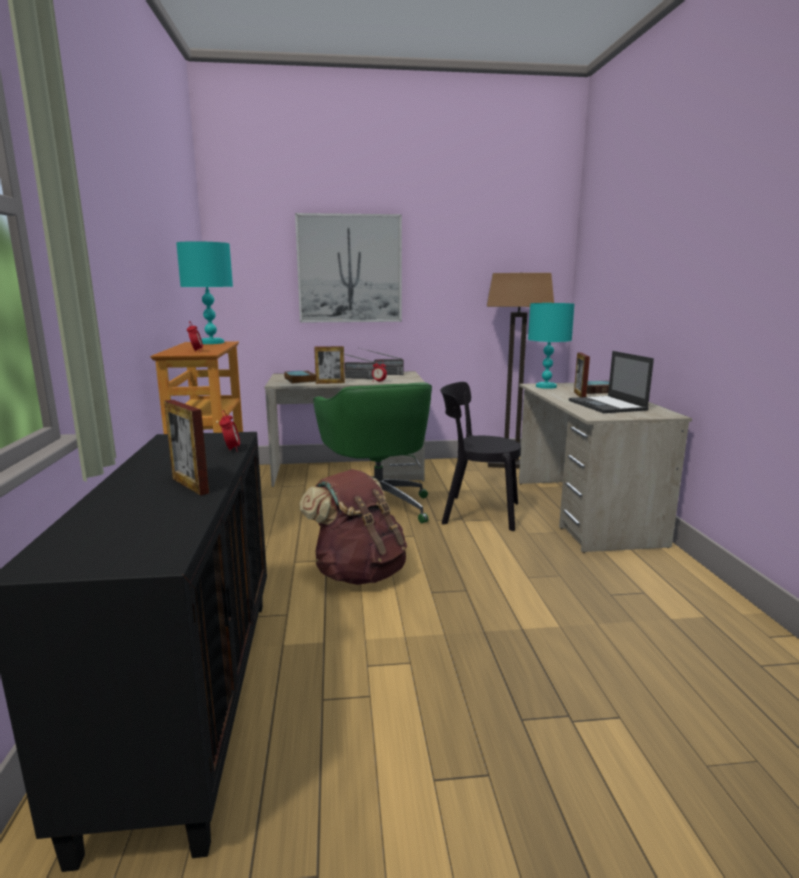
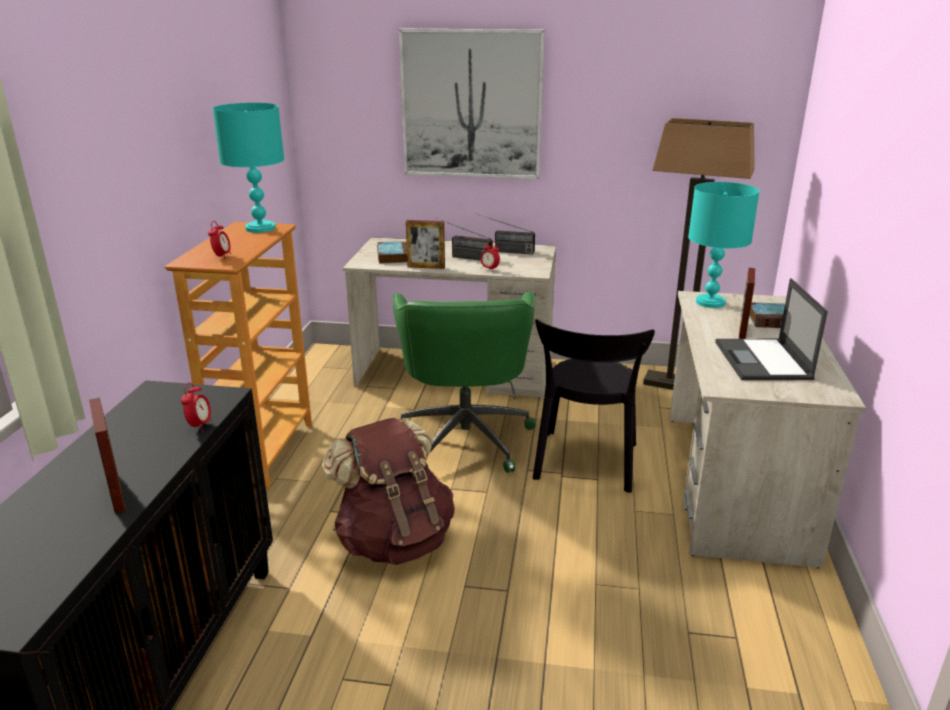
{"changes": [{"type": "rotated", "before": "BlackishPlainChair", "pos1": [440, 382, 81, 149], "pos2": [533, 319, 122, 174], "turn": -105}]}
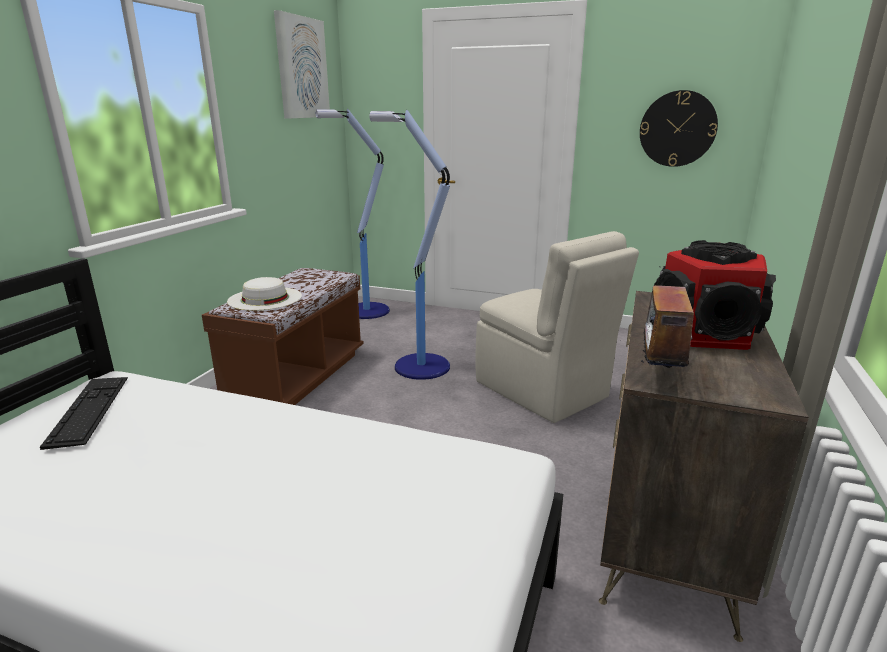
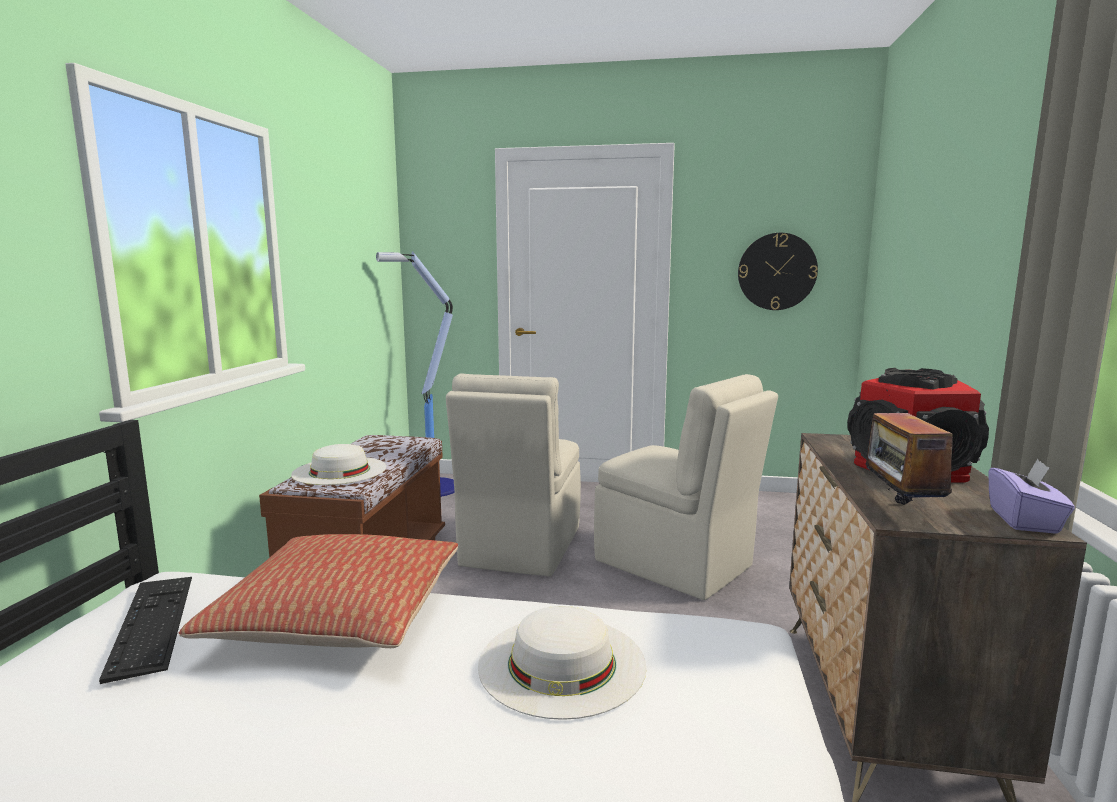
{"changes": [{"type": "new", "after": "Pillow", "pos2": [179, 534, 279, 114]}, {"type": "swapped", "before": "FloorLamp", "after": "SandColouredPlainChair", "pos1": [369, 110, 81, 270], "pos2": [446, 373, 135, 203]}, {"type": "new", "after": "WhiteClothingHat", "pos2": [478, 606, 168, 114]}, {"type": "new", "after": "PurpleBoxOfTissues", "pos2": [989, 459, 86, 75]}, {"type": "gone", "before": "WallArt", "pos1": [274, 10, 56, 109]}]}
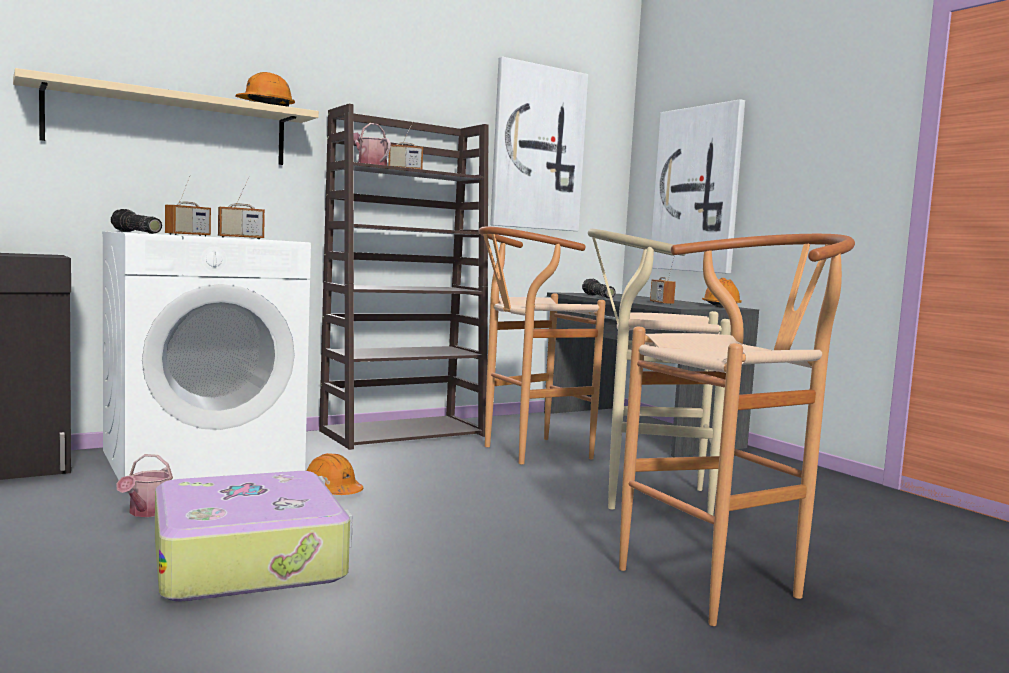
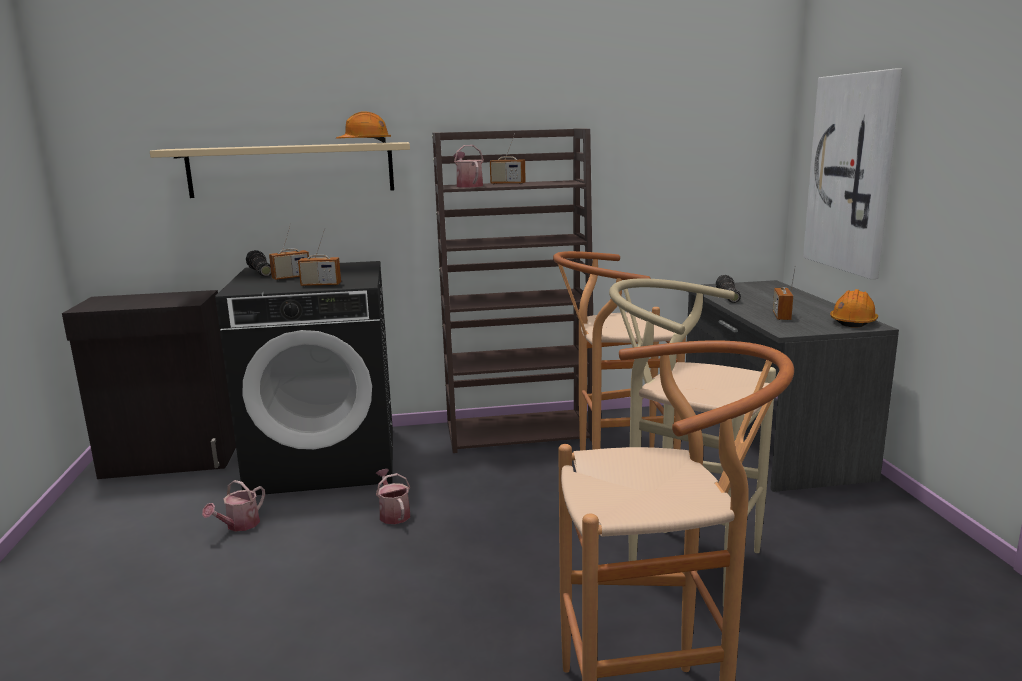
{"changes": [{"type": "repainted", "before": "WhiteLaundryAppliance", "after": "BlackishLaundryAppliance", "pos1": [102, 231, 209, 249], "pos2": [215, 261, 178, 234]}, {"type": "swapped", "before": "OrangeySafetyHelmet", "after": "WateringPot", "pos1": [307, 453, 56, 42], "pos2": [376, 469, 34, 55]}, {"type": "gone", "before": "Suitcase", "pos1": [155, 471, 197, 131]}, {"type": "gone", "before": "WallArt", "pos1": [490, 57, 98, 174]}]}
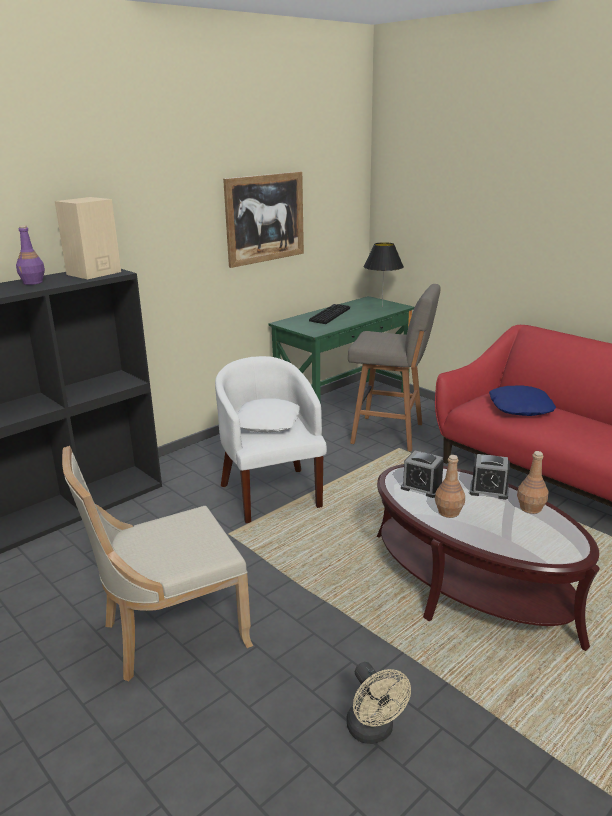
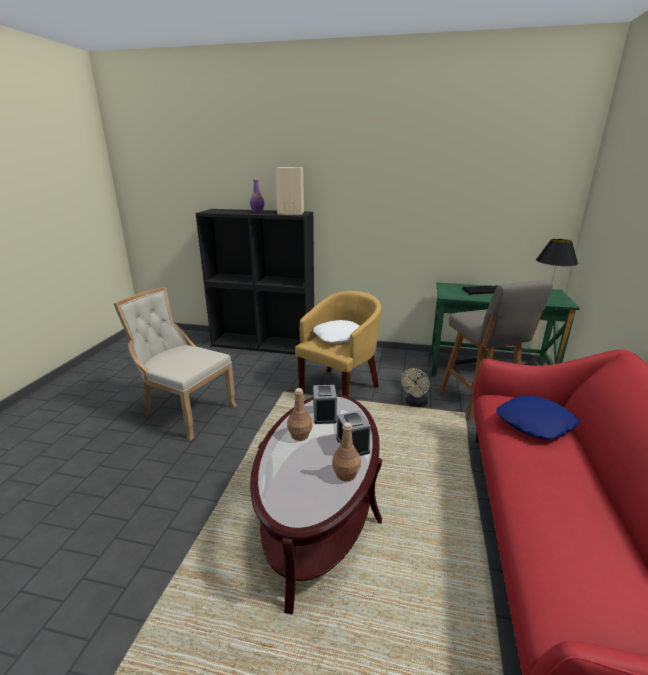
{"changes": [{"type": "repainted", "before": "WhiteEasyChair", "after": "YellowishEasyChair", "pos1": [215, 356, 112, 167], "pos2": [295, 291, 87, 106]}, {"type": "shifted", "before": "SandColouredElectricFan", "pos1": [346, 662, 65, 82], "pos2": [401, 368, 29, 39]}, {"type": "gone", "before": "WallArt", "pos1": [223, 172, 81, 96]}]}
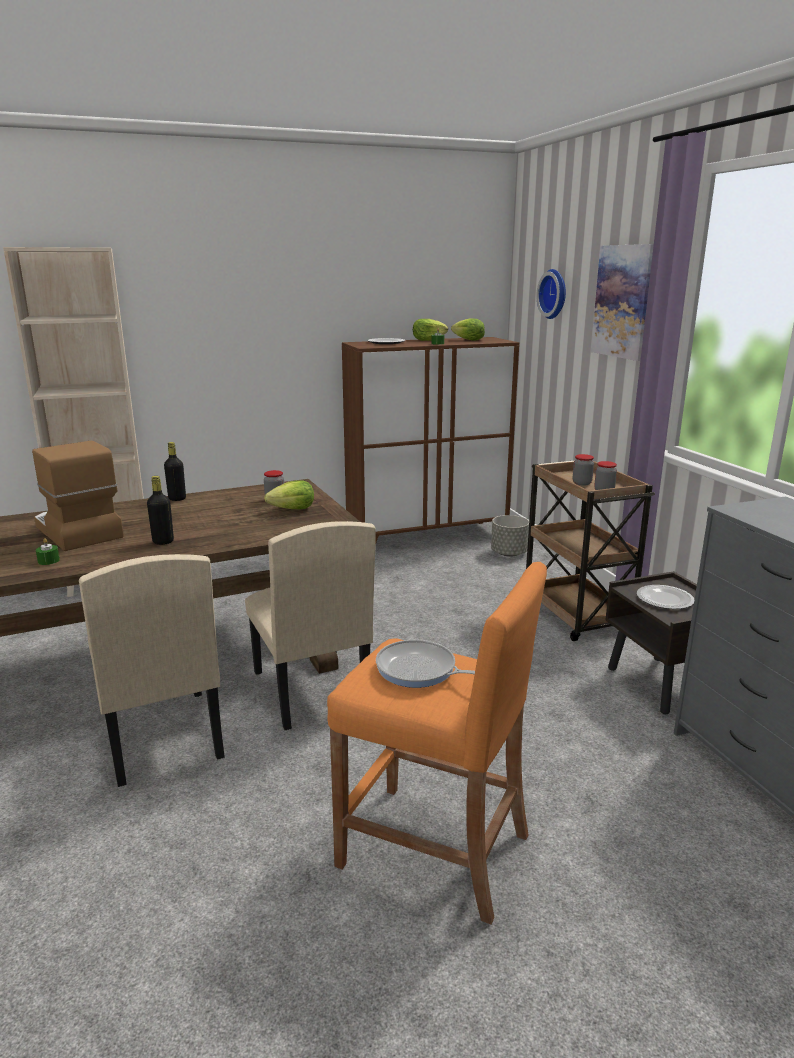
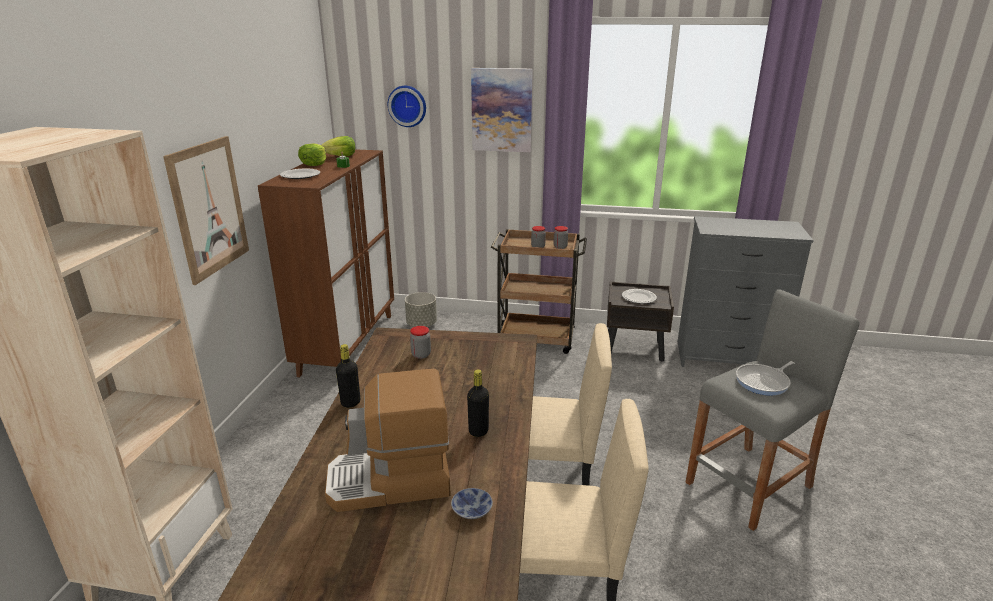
{"changes": [{"type": "new", "after": "WallArt", "pos2": [163, 136, 86, 149]}, {"type": "swapped", "before": "GreenishWaxLight", "after": "DeepDish", "pos1": [36, 538, 24, 27], "pos2": [451, 488, 42, 31]}, {"type": "repainted", "before": "OrangeySittingStool", "after": "GreySittingStool", "pos1": [327, 562, 220, 363], "pos2": [685, 289, 175, 242]}, {"type": "gone", "before": "LettuceHead", "pos1": [264, 480, 50, 29]}]}
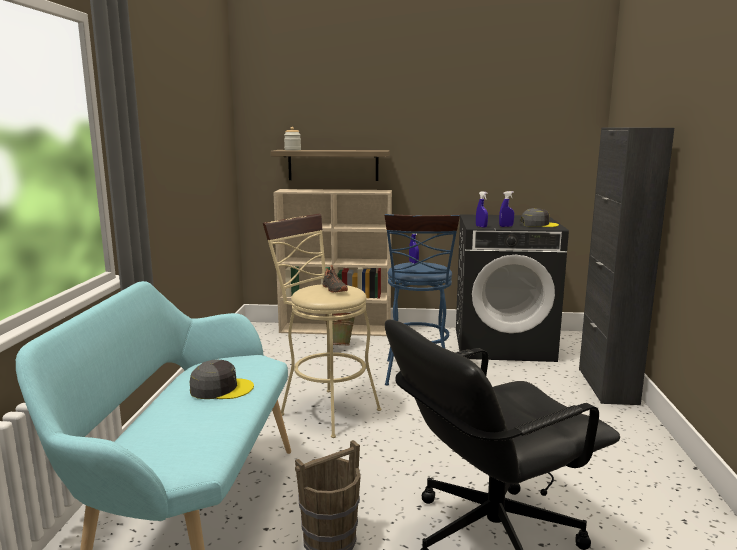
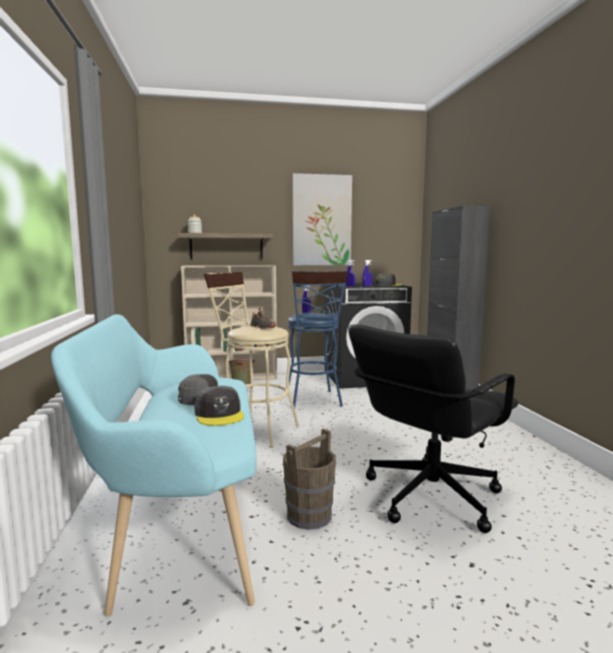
{"changes": [{"type": "new", "after": "GreyBaseballCap", "pos2": [194, 386, 50, 40]}, {"type": "new", "after": "WallArt", "pos2": [293, 173, 59, 92]}]}
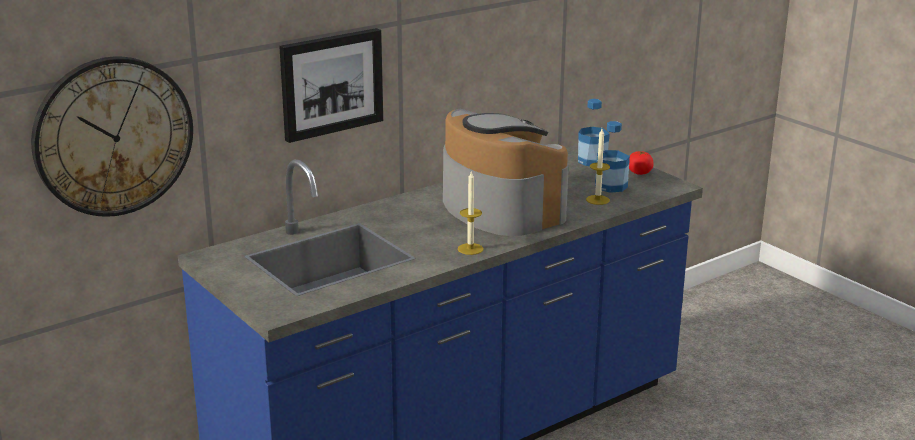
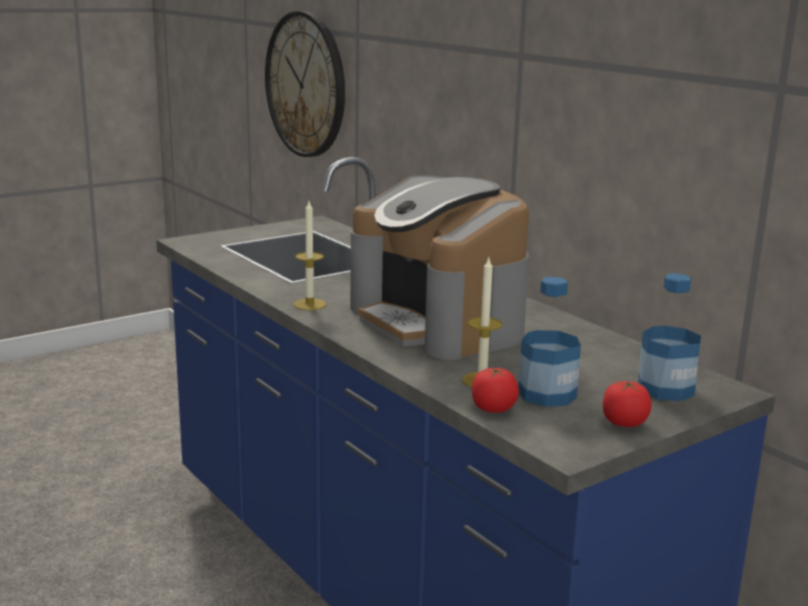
{"changes": [{"type": "rotated", "before": "CoffeeMaker", "pos1": [443, 109, 126, 127], "pos2": [350, 175, 179, 185], "turn": 90}, {"type": "new", "after": "Tomato", "pos2": [471, 367, 48, 46]}, {"type": "gone", "before": "WallArt", "pos1": [279, 28, 104, 115]}]}
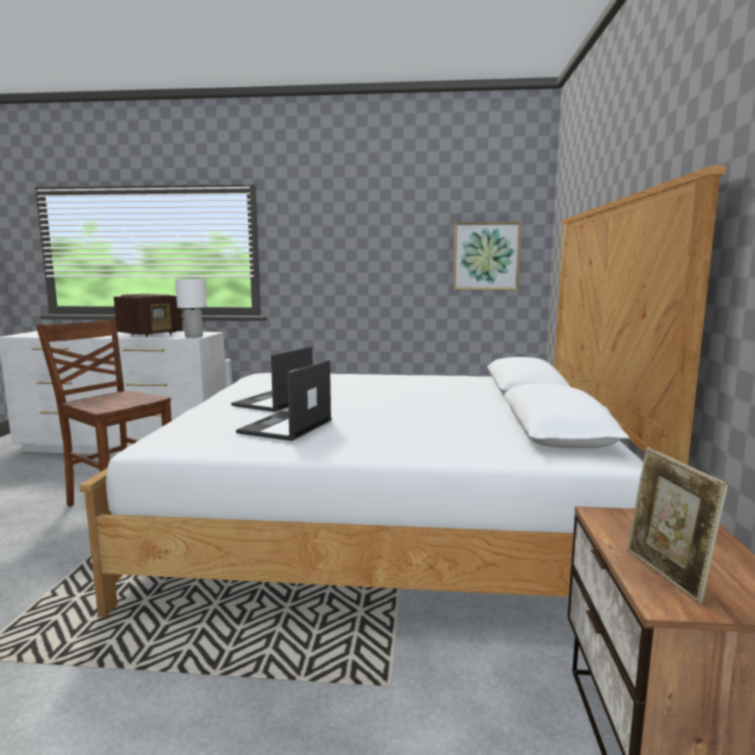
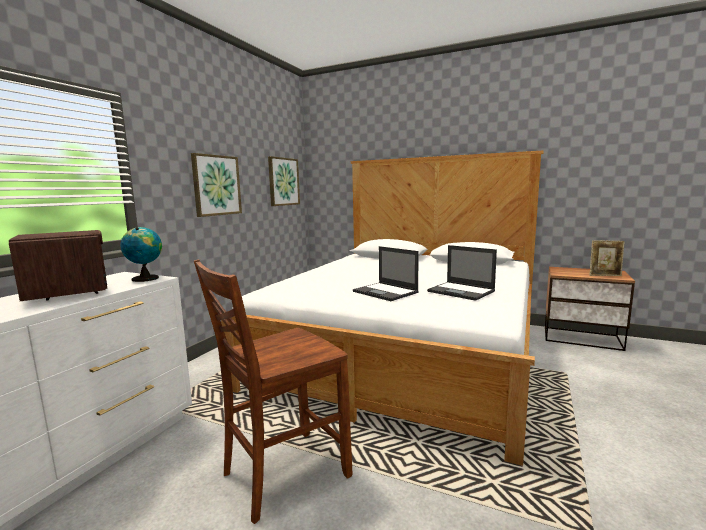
{"changes": [{"type": "swapped", "before": "WhiteTableLamp", "after": "DeskGlobe", "pos1": [175, 279, 32, 58], "pos2": [120, 227, 42, 55]}, {"type": "new", "after": "WallArt", "pos2": [191, 153, 51, 64]}]}
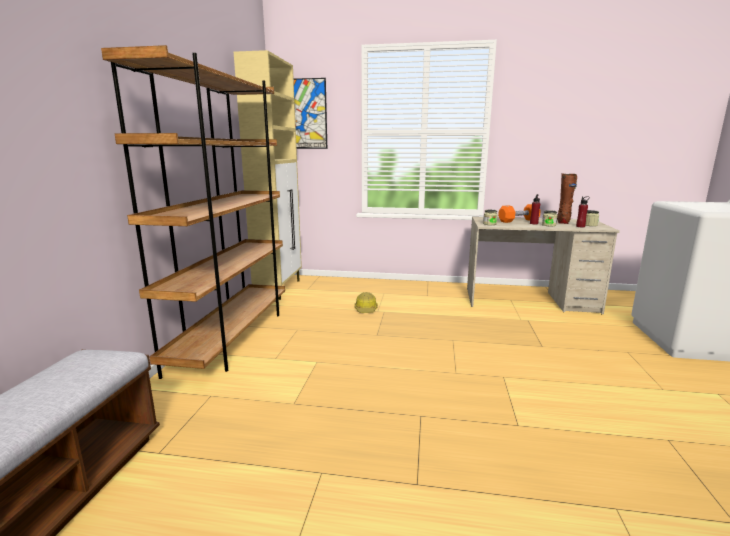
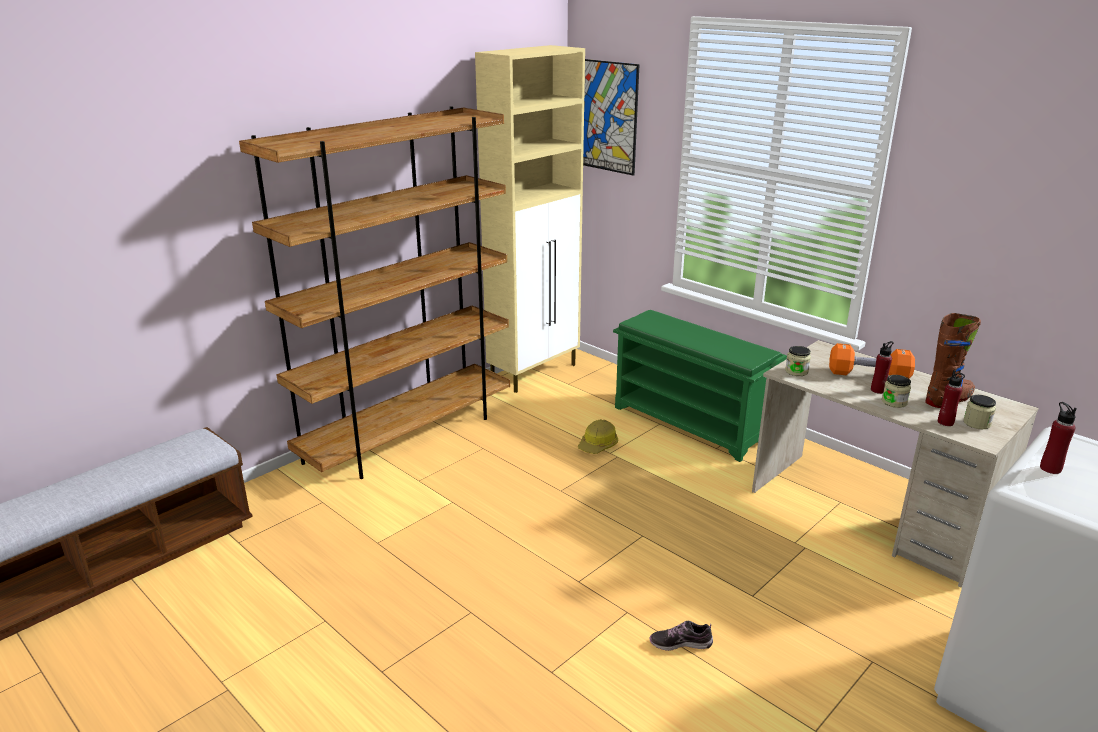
{"changes": [{"type": "new", "after": "GreenishShoeShelf", "pos2": [613, 310, 174, 152]}, {"type": "new", "after": "ItemOfFootwear", "pos2": [650, 621, 63, 30]}, {"type": "new", "after": "RedBottle", "pos2": [1040, 402, 37, 72]}]}
